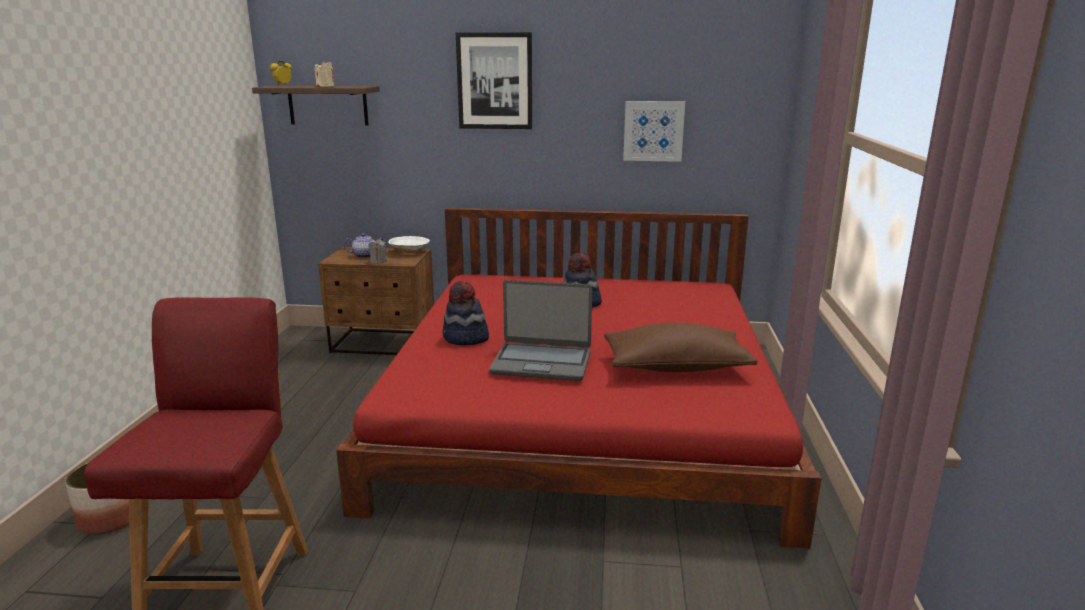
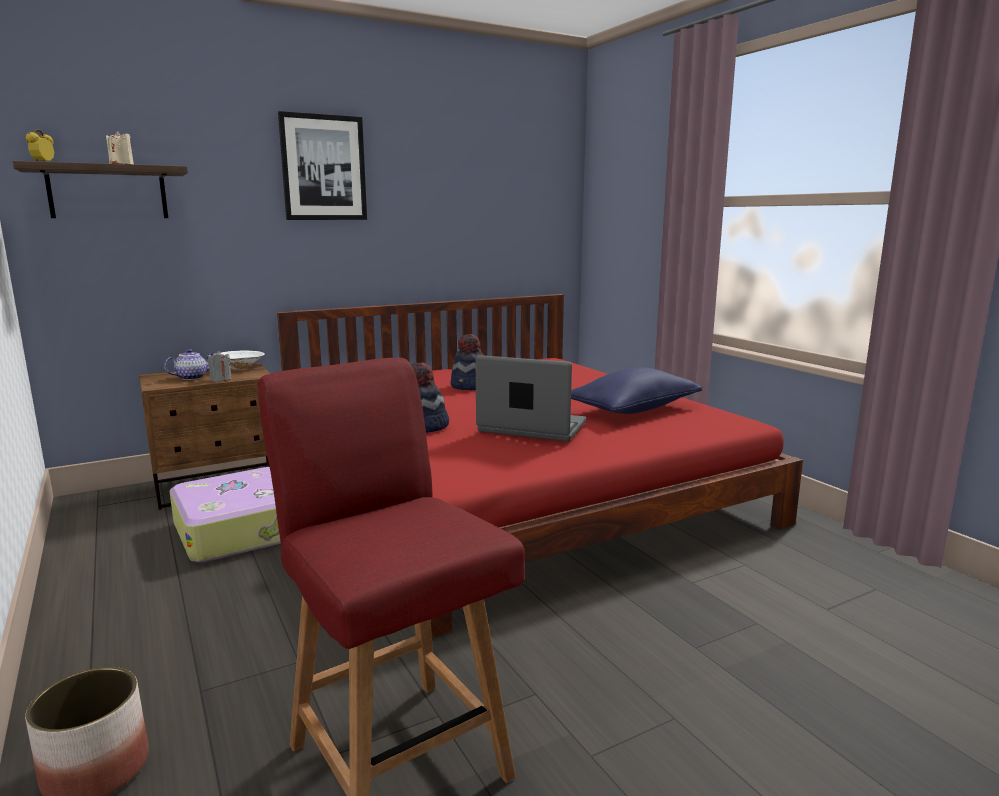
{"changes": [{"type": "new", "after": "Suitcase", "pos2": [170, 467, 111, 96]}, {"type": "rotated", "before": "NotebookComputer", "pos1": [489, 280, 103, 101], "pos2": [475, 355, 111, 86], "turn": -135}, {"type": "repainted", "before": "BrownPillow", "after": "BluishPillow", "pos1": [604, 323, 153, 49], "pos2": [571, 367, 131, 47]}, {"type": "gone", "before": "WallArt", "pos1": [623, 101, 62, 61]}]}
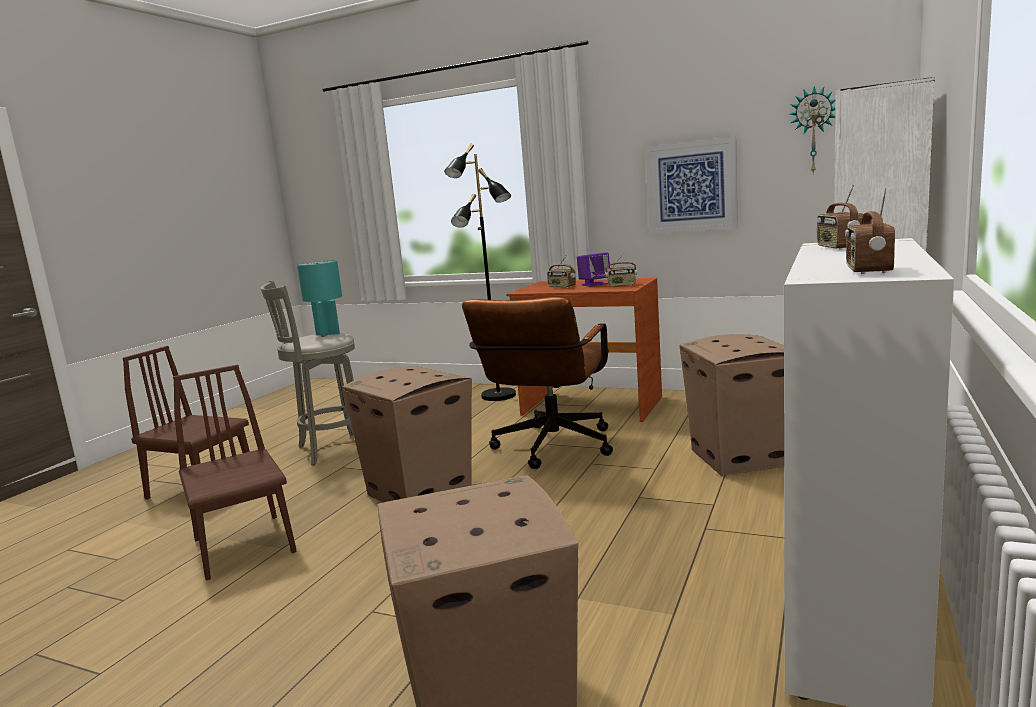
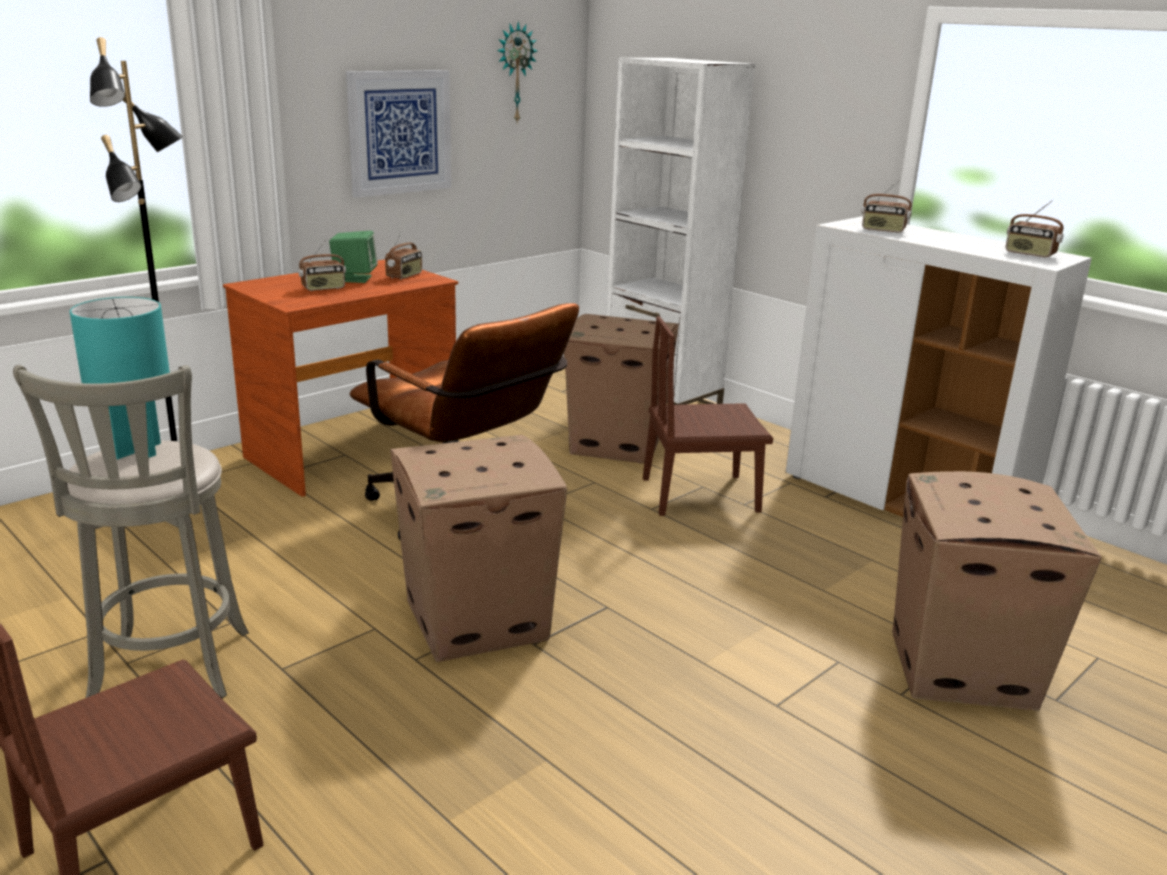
{"changes": [{"type": "repainted", "before": "PurpleAudioSpeaker", "after": "GreenishAudioSpeaker", "pos1": [577, 252, 33, 35], "pos2": [329, 231, 49, 52]}, {"type": "shifted", "before": "BrownPlainChair", "pos1": [173, 365, 124, 215], "pos2": [643, 316, 130, 200]}]}
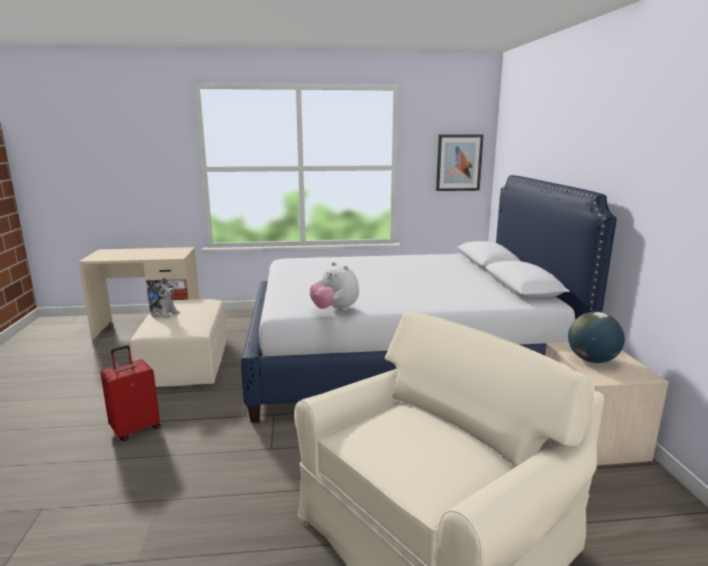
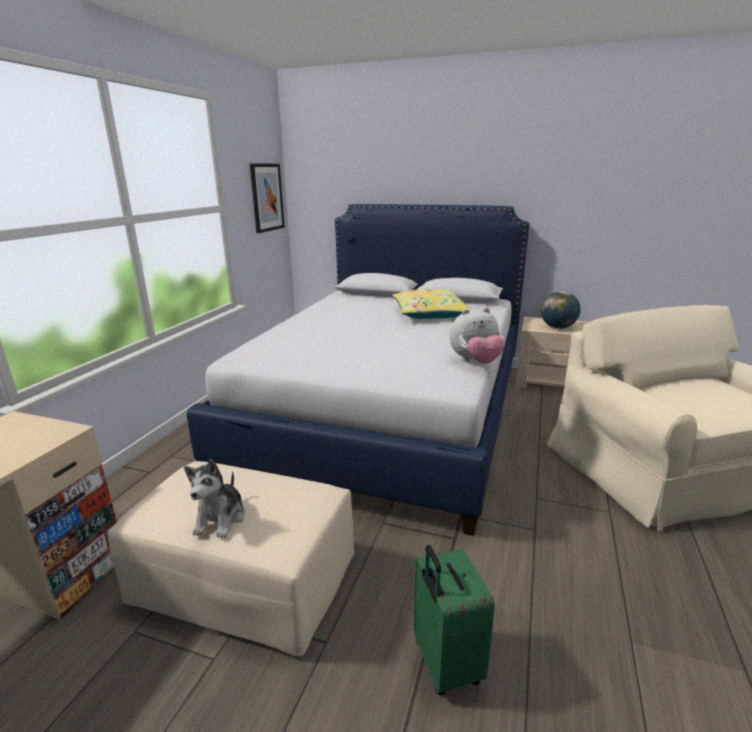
{"changes": [{"type": "rotated", "before": "SoftToy", "pos1": [148, 278, 32, 40], "pos2": [184, 459, 61, 79], "turn": 135}, {"type": "new", "after": "YellowishPillow", "pos2": [392, 289, 81, 30]}, {"type": "repainted", "before": "RedSuitcase", "after": "GreenishSuitcase", "pos1": [100, 345, 61, 96], "pos2": [414, 545, 81, 150]}]}
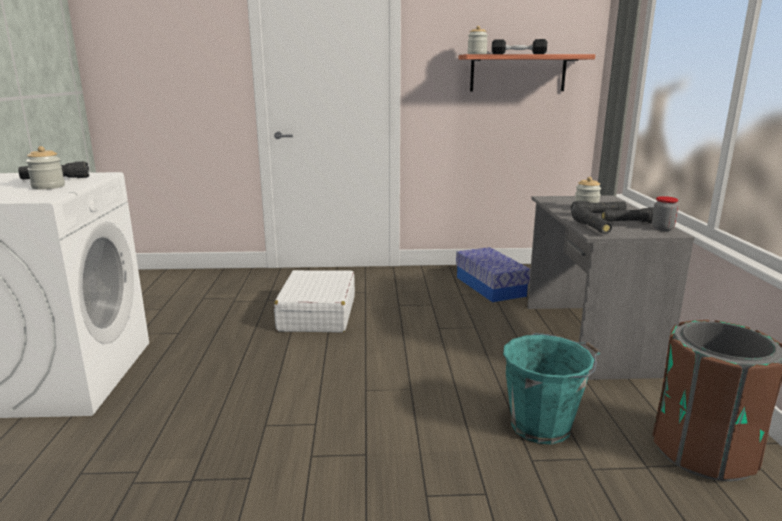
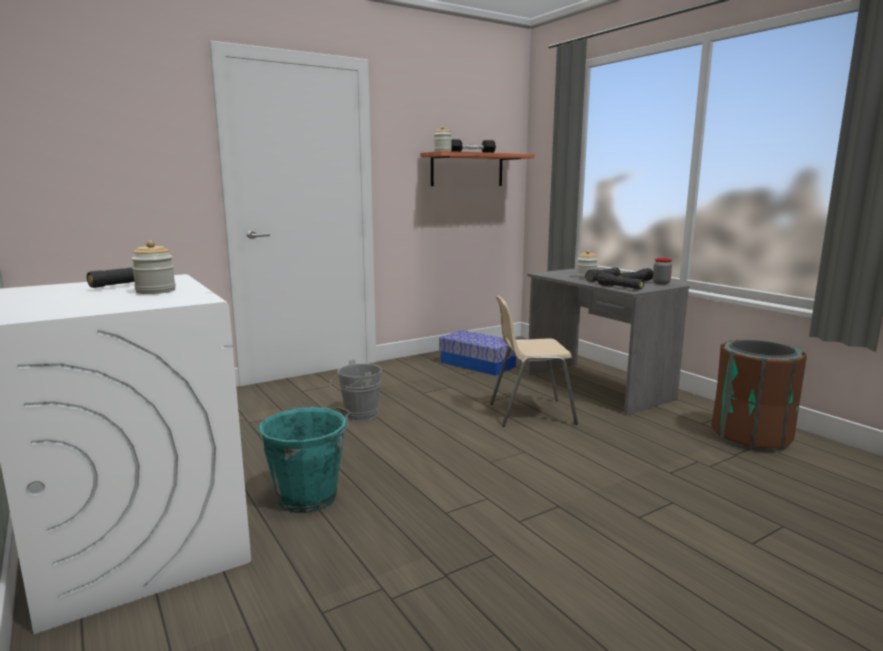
{"changes": [{"type": "shifted", "before": "TurquoisePail", "pos1": [503, 333, 97, 111], "pos2": [259, 406, 92, 107]}, {"type": "swapped", "before": "WhiteSuitcase", "after": "GreyPail", "pos1": [274, 270, 81, 63], "pos2": [330, 360, 52, 61]}, {"type": "new", "after": "SandColouredPlainChair", "pos2": [490, 296, 88, 131]}]}
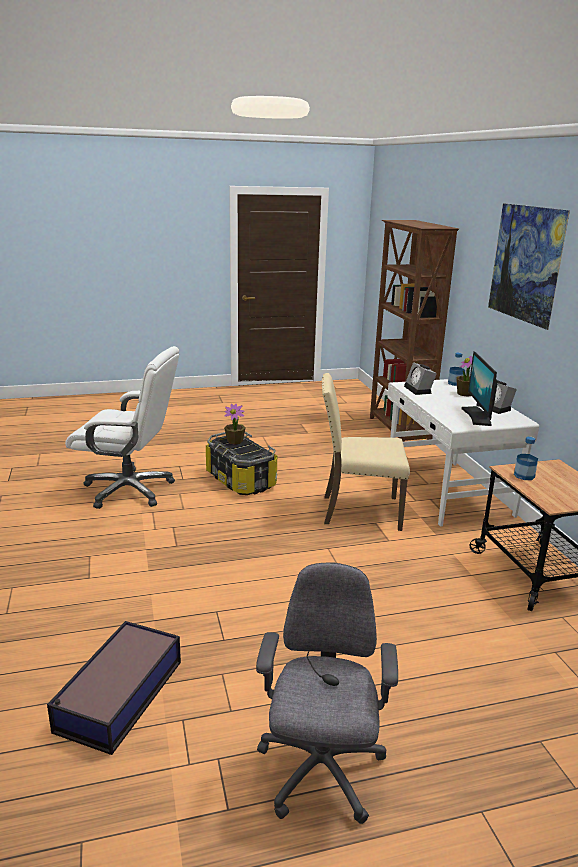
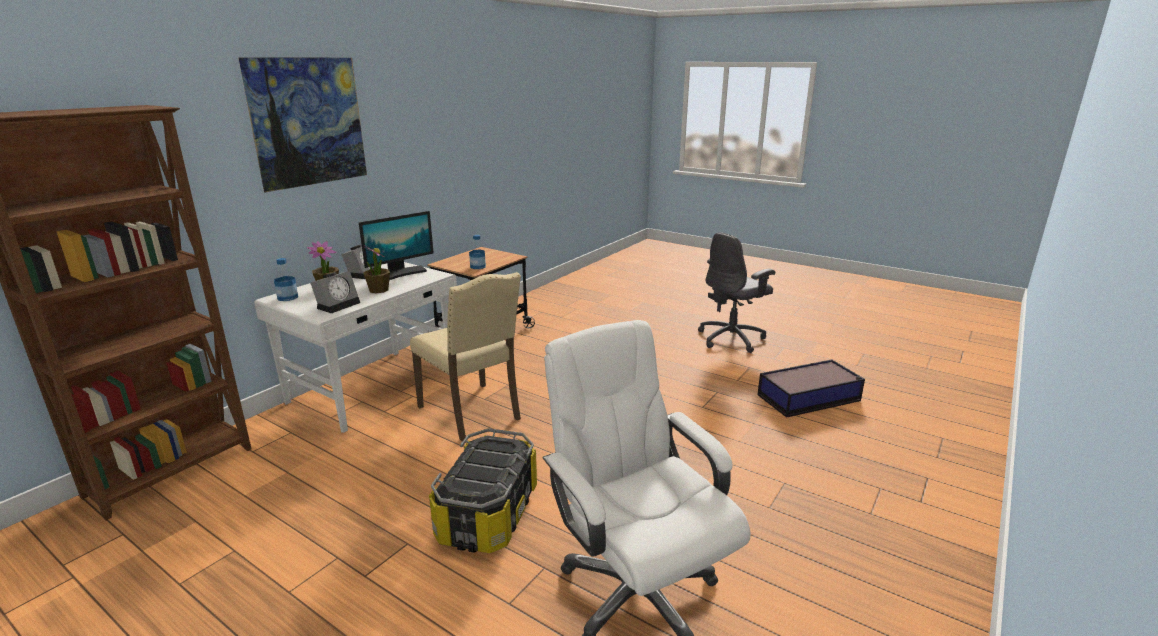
{"changes": [{"type": "shifted", "before": "PlantInAPot", "pos1": [224, 404, 22, 41], "pos2": [364, 245, 26, 48]}]}
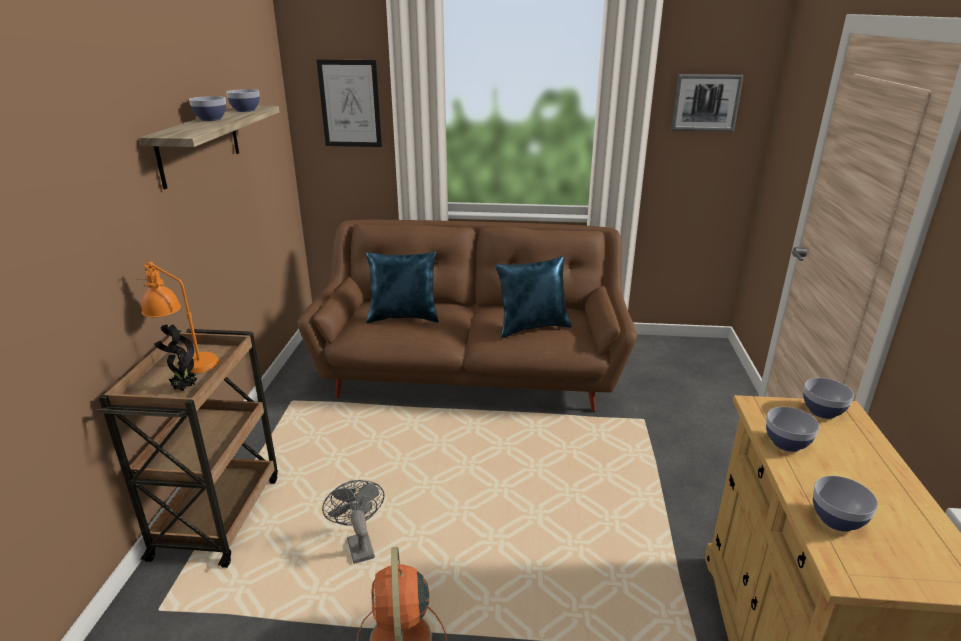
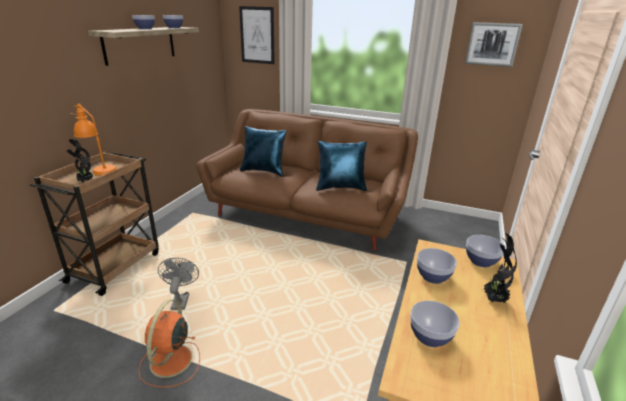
{"changes": [{"type": "new", "after": "PlantInAPot", "pos2": [483, 233, 34, 69]}]}
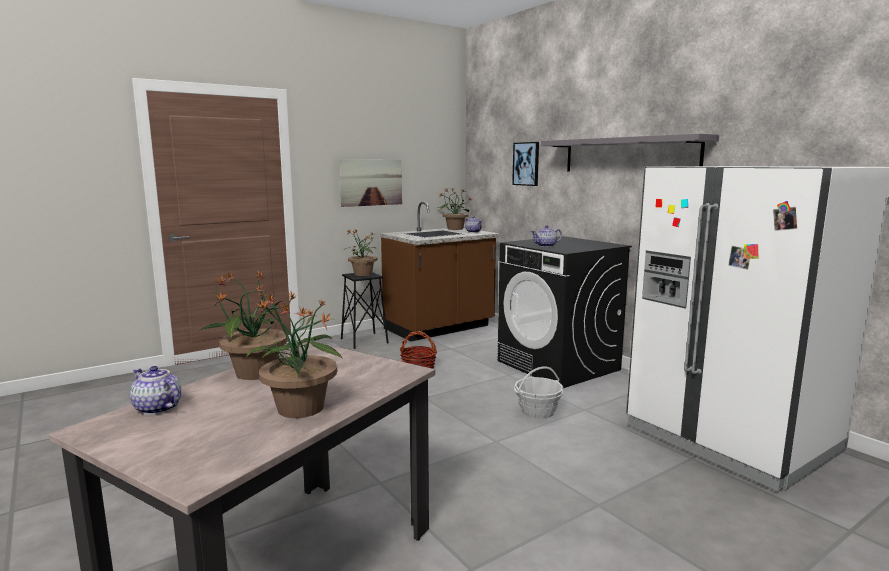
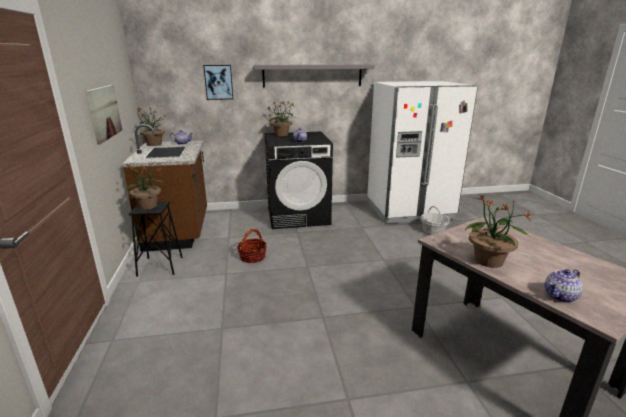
{"changes": [{"type": "shifted", "before": "PlantInAPot", "pos1": [246, 294, 97, 124], "pos2": [266, 101, 31, 35]}, {"type": "shifted", "before": "Basket", "pos1": [514, 366, 49, 53], "pos2": [421, 206, 29, 29]}]}
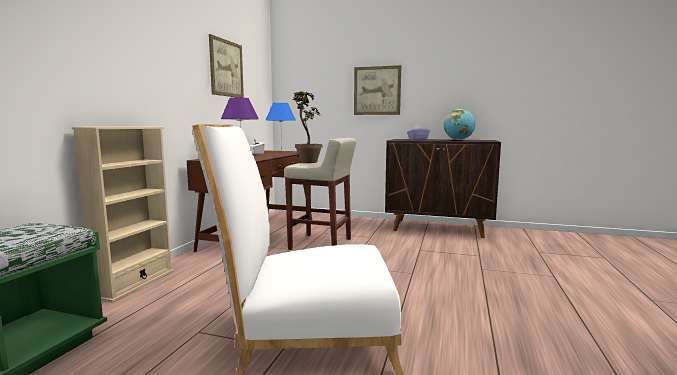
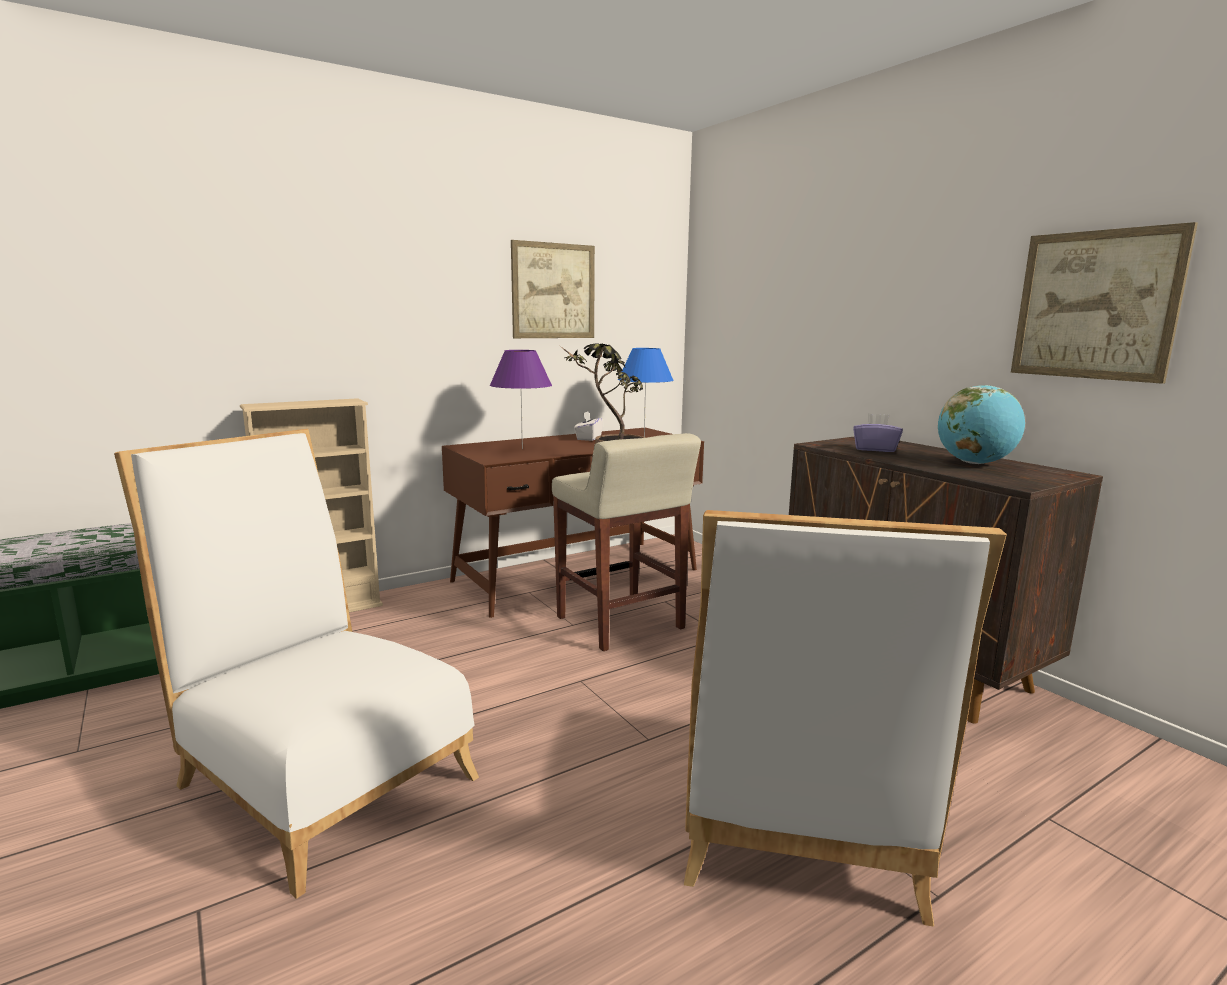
{"changes": [{"type": "new", "after": "WhitePlainChair", "pos2": [684, 510, 323, 417]}, {"type": "shifted", "before": "WallArt", "pos1": [354, 65, 47, 50], "pos2": [1011, 222, 187, 162]}]}
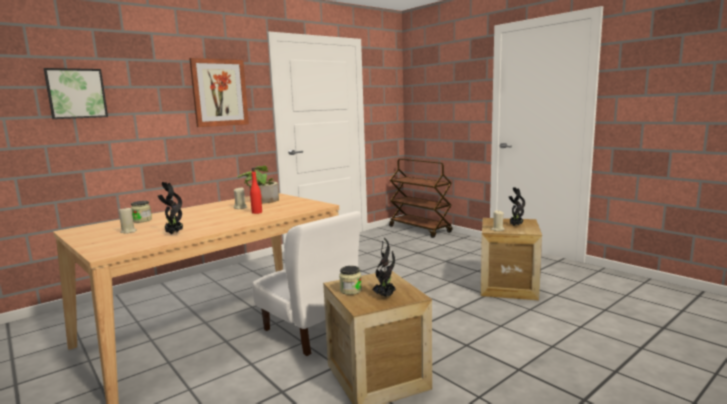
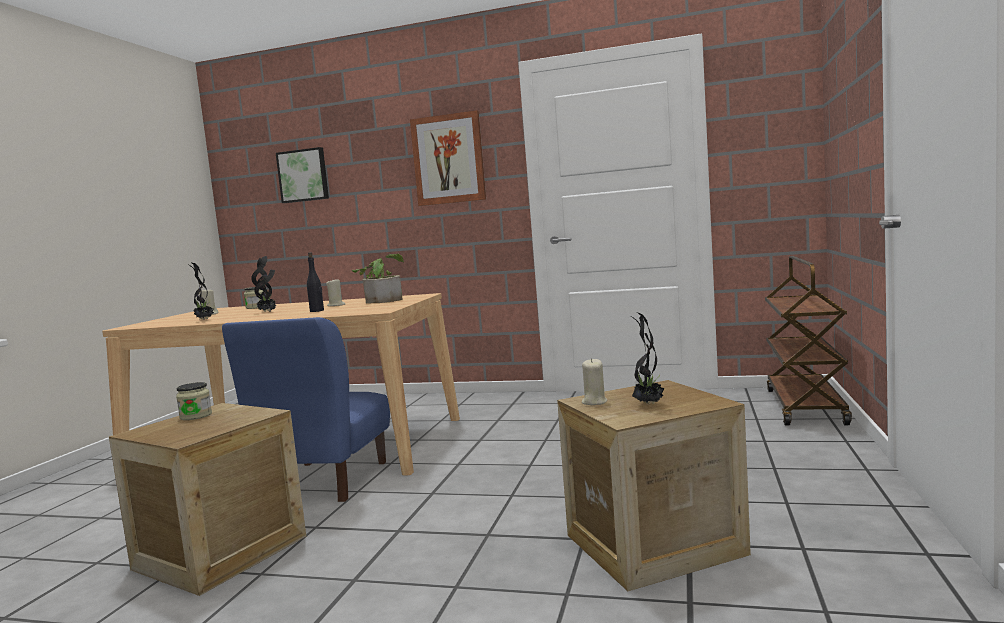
{"changes": [{"type": "repainted", "before": "WhitePlainChair", "after": "BluishPlainChair", "pos1": [252, 211, 109, 145], "pos2": [222, 317, 168, 185]}, {"type": "shifted", "before": "PlantInAPot", "pos1": [372, 238, 24, 59], "pos2": [251, 256, 25, 56]}, {"type": "repainted", "before": "RedBottle", "after": "BlackishBottle", "pos1": [250, 167, 12, 47], "pos2": [307, 252, 17, 60]}]}
